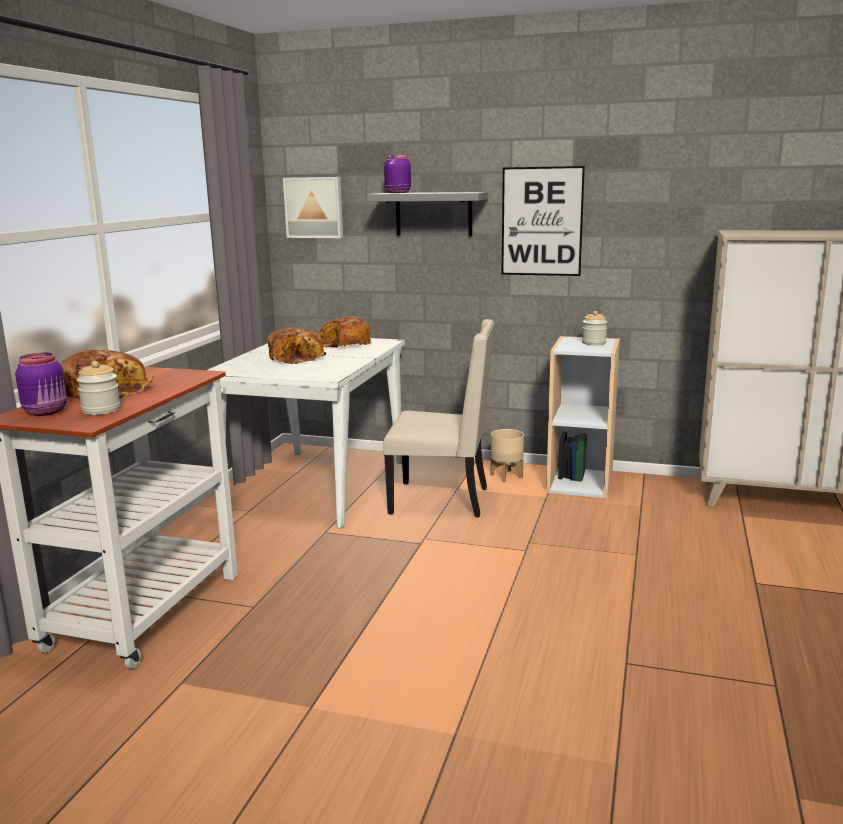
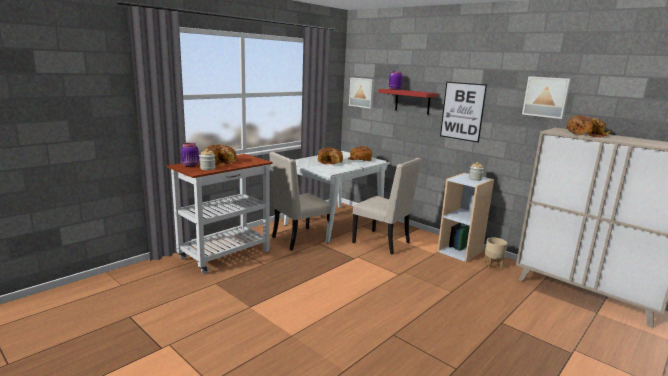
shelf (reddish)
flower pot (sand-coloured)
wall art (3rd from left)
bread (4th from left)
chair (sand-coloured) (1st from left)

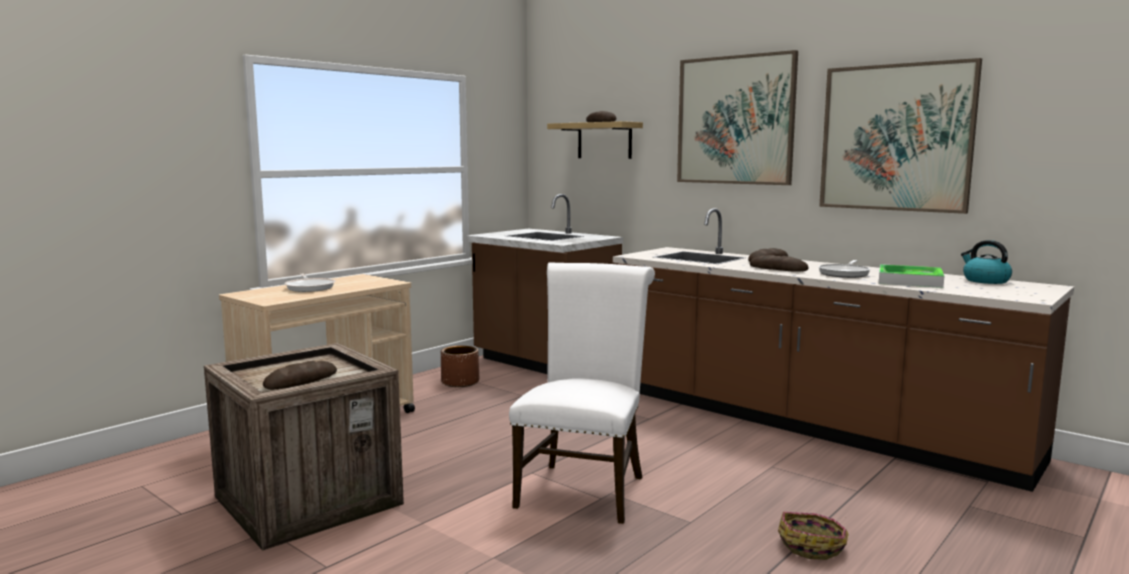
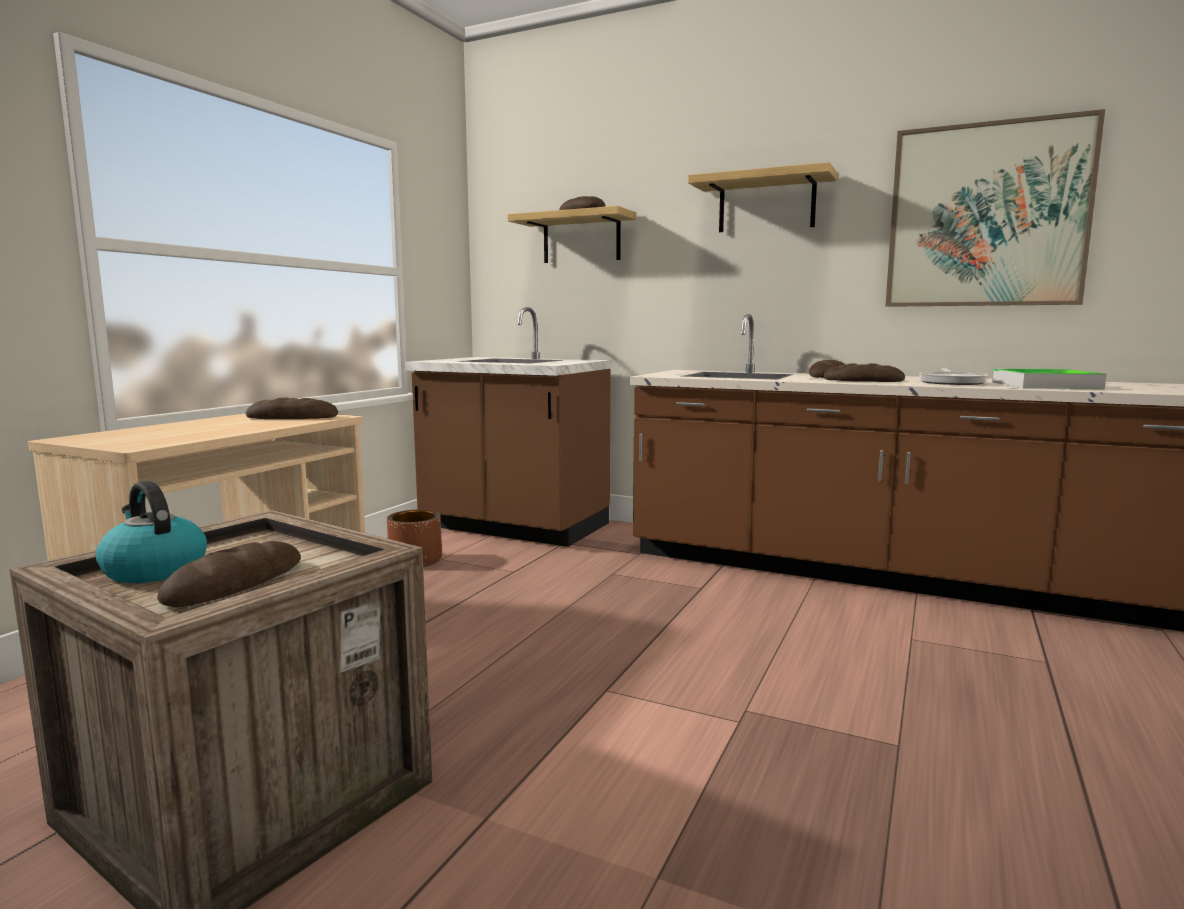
shelf (2nd from left)
kettle
chair (whitish)
pan (1st from left in the first image)
household basket
bread (2nd from left)

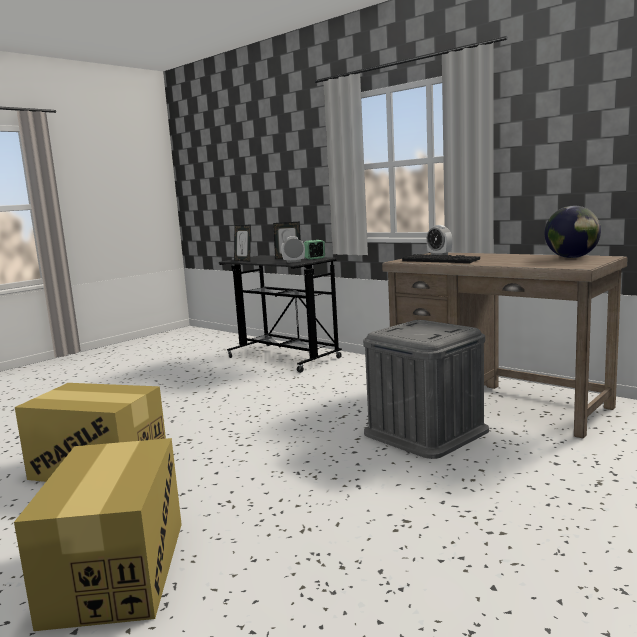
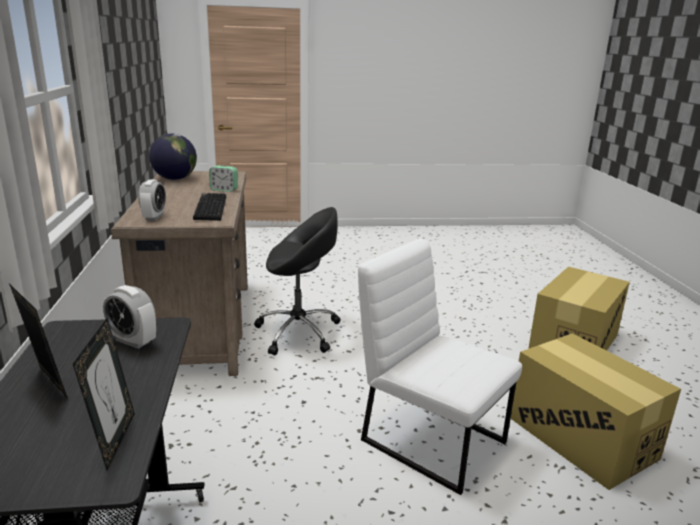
alarm clock (3rd from left)
office chair (blackish)
chair (whitish)

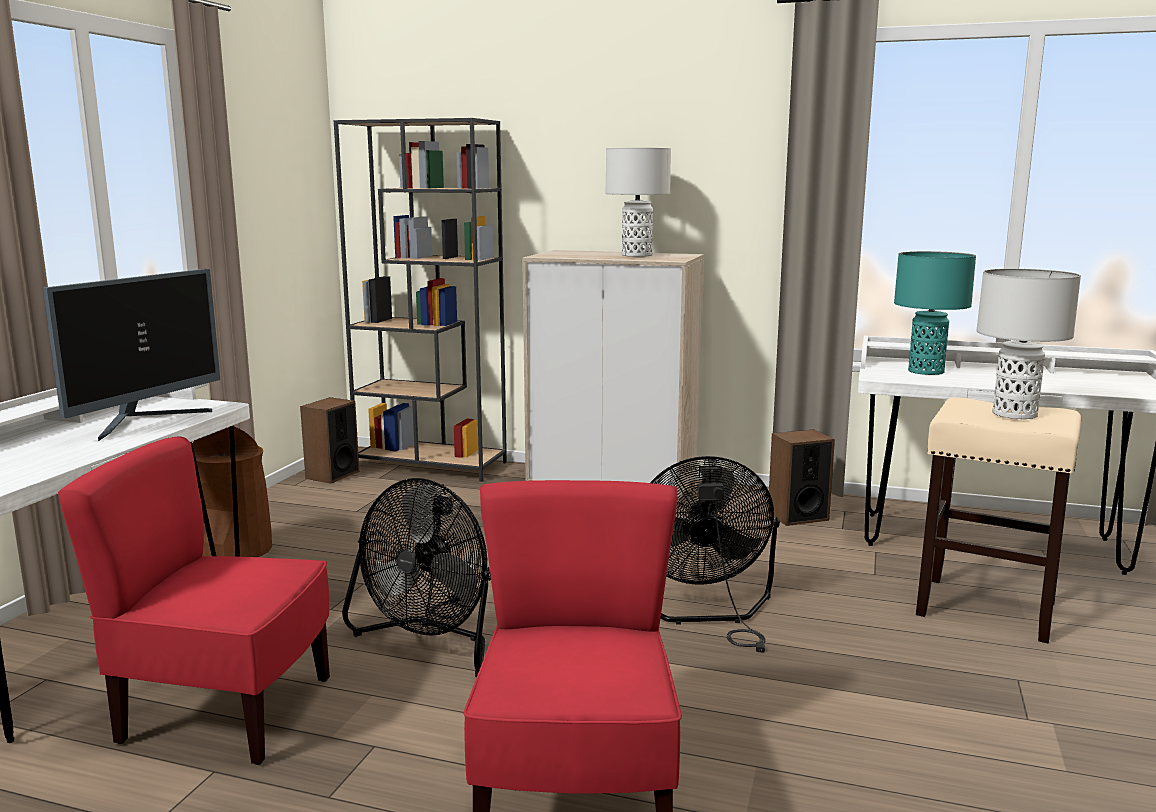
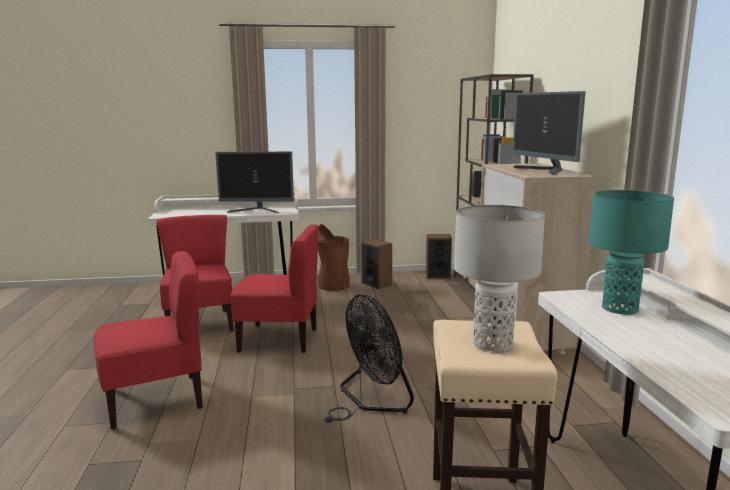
monitor (2nd from left)
audio speaker (1st from left)
chair (reddish) (3rd from left)

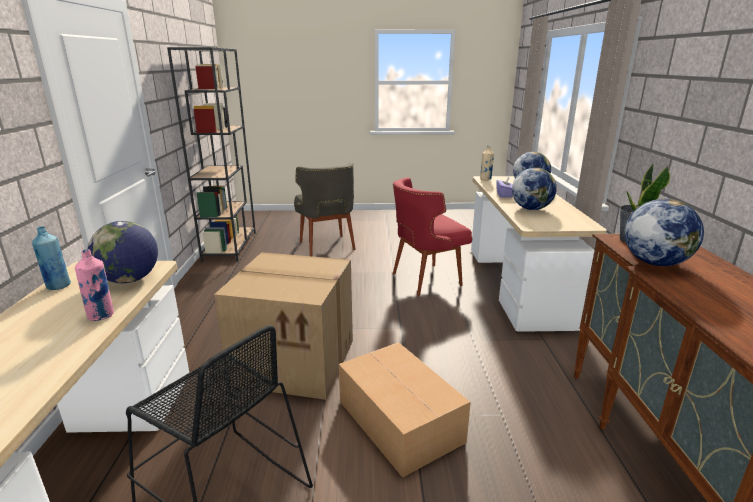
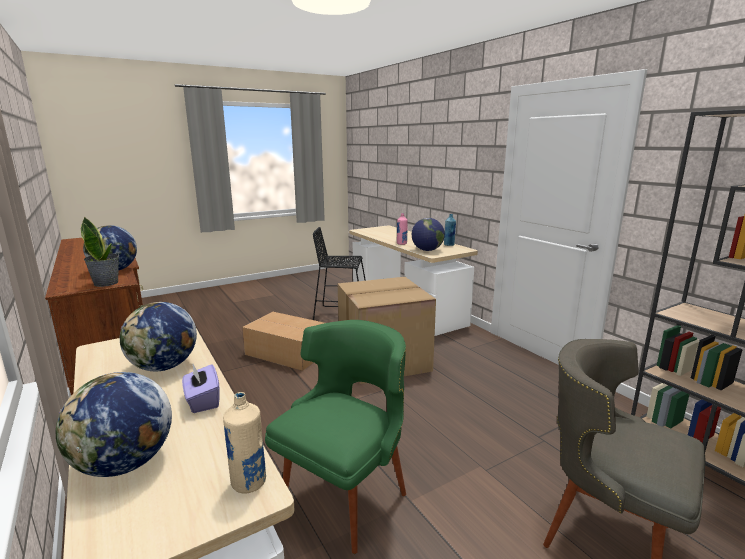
chair (green-coloured)

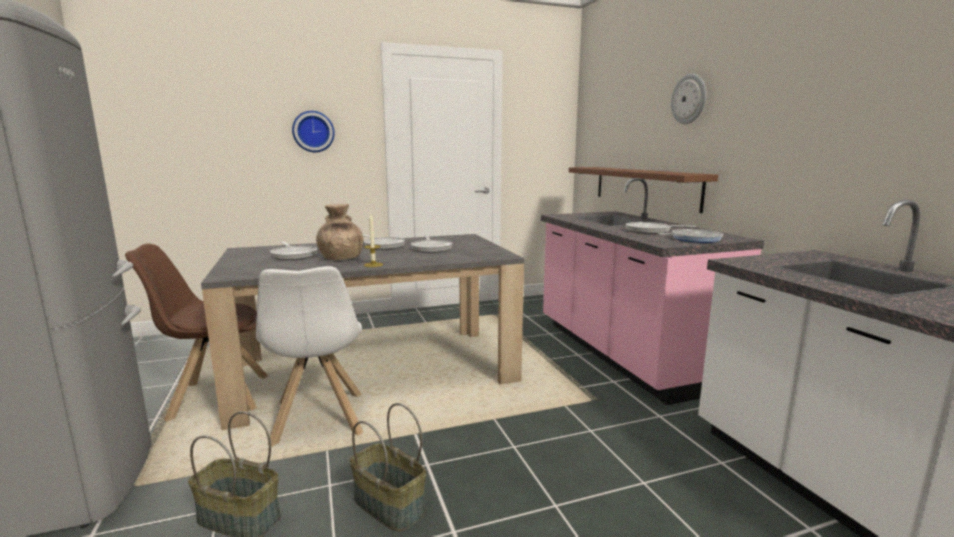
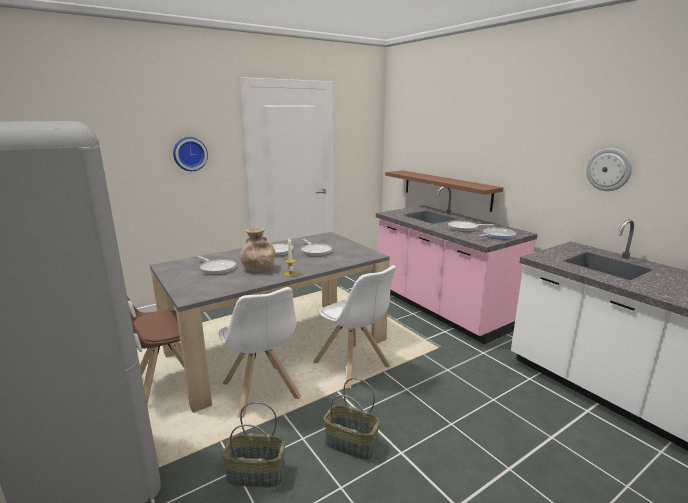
wall clock (2nd from left)
chair (whitish) (2nd from left)

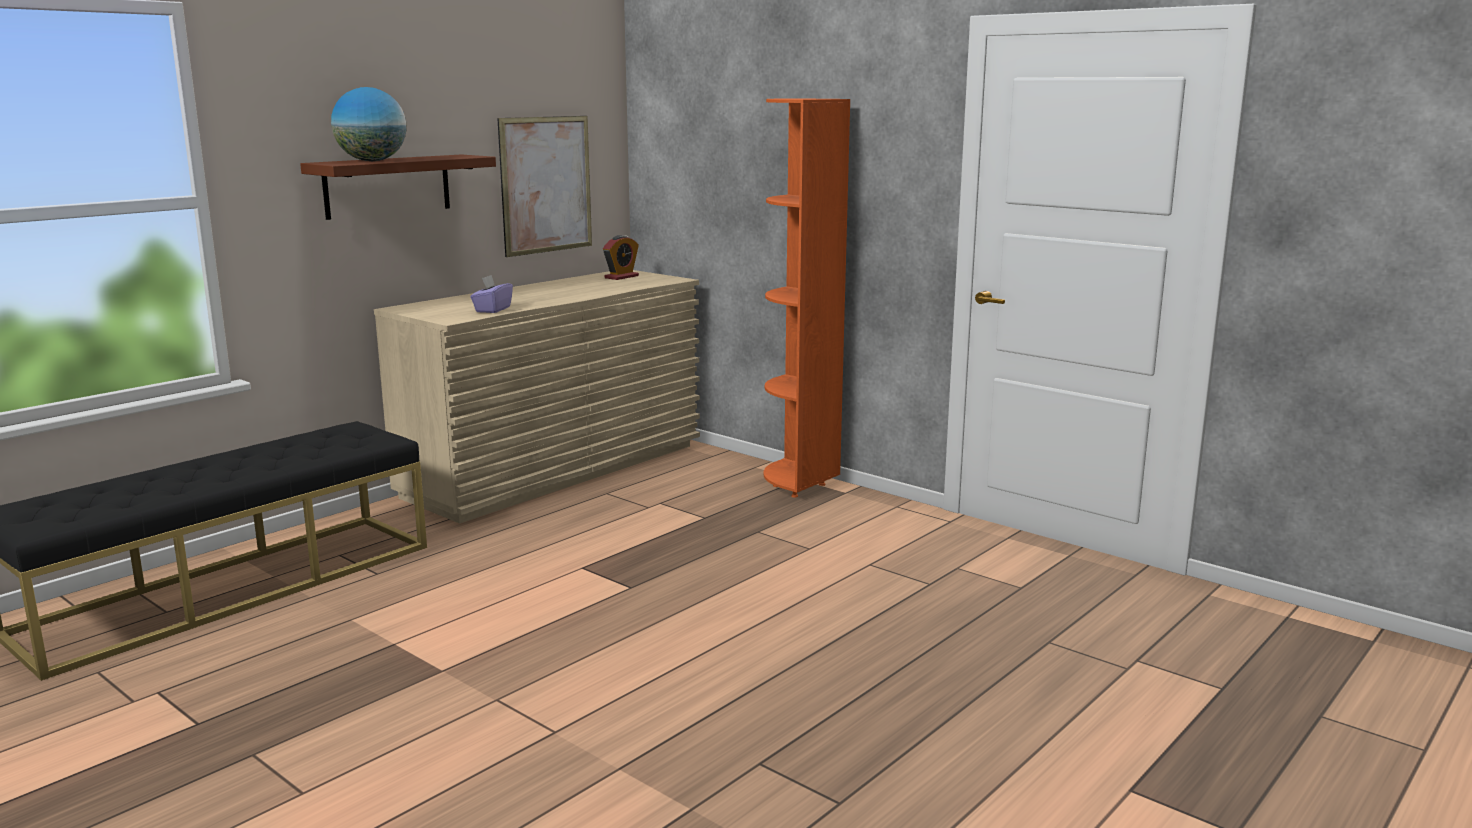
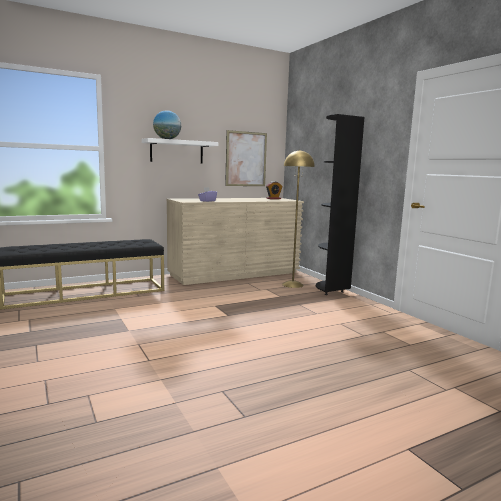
shelving unit (blackish)
shelf (whitish)
floor lamp (yellow)

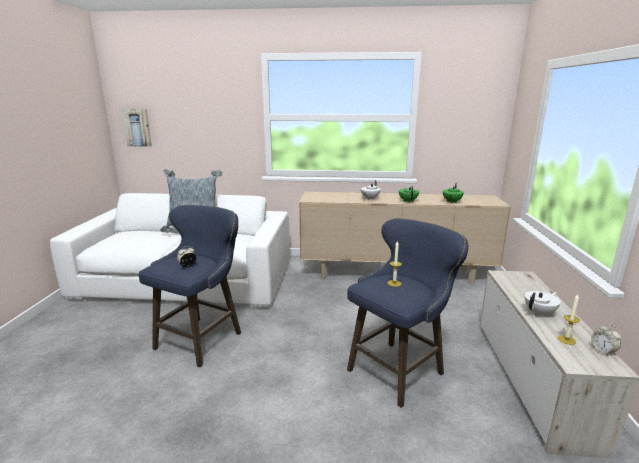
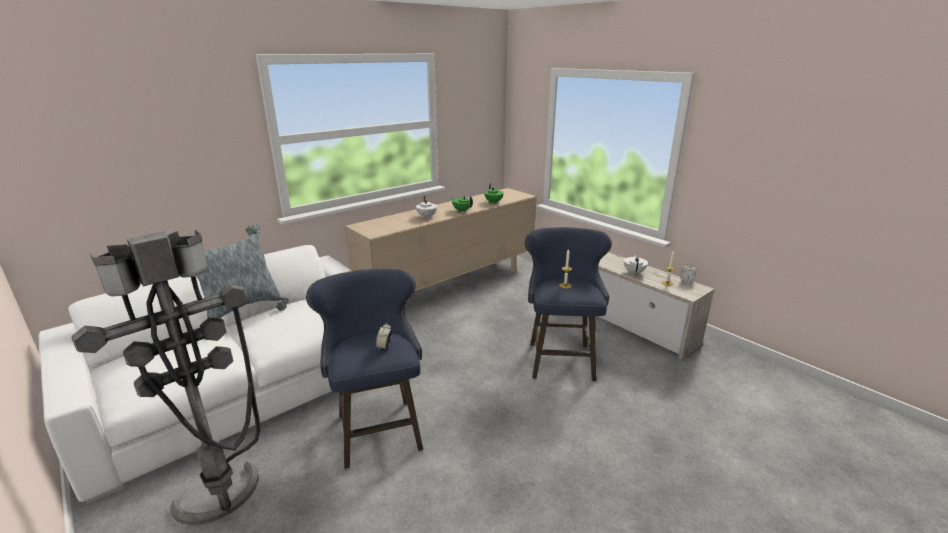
wall art
floor lamp (grey)

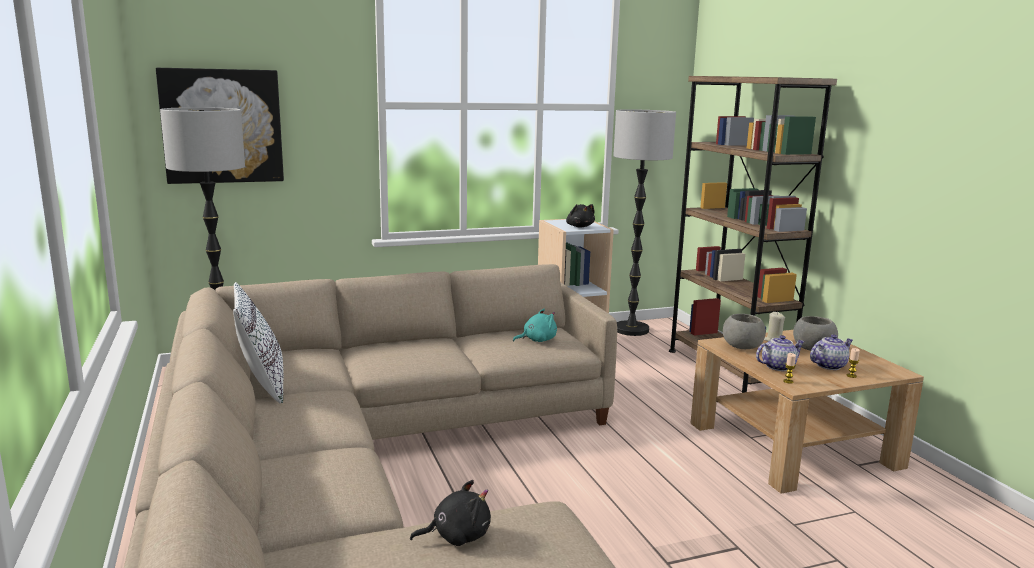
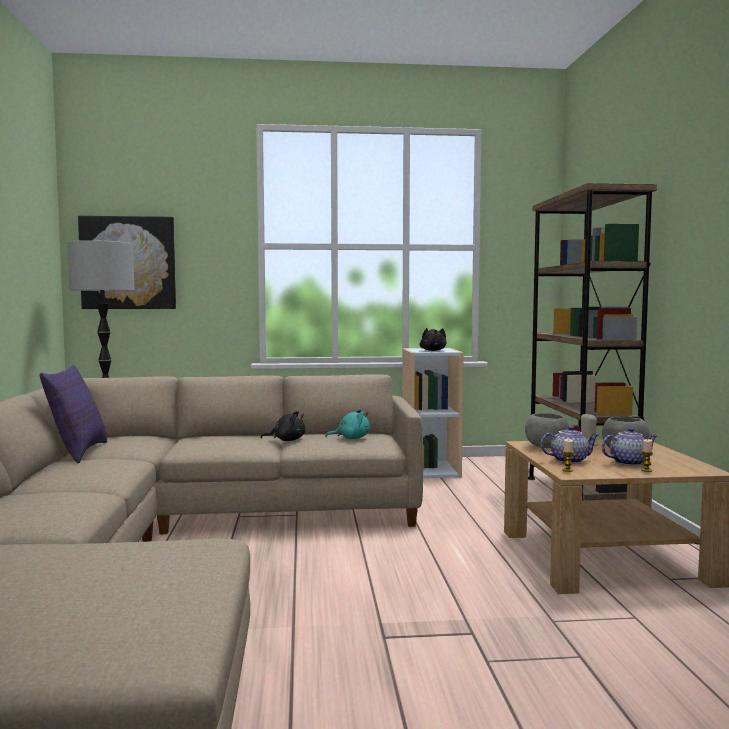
floor lamp (2nd from left in the first image)
cushion (purple)
cuddly toy (blackish) (1st from left)

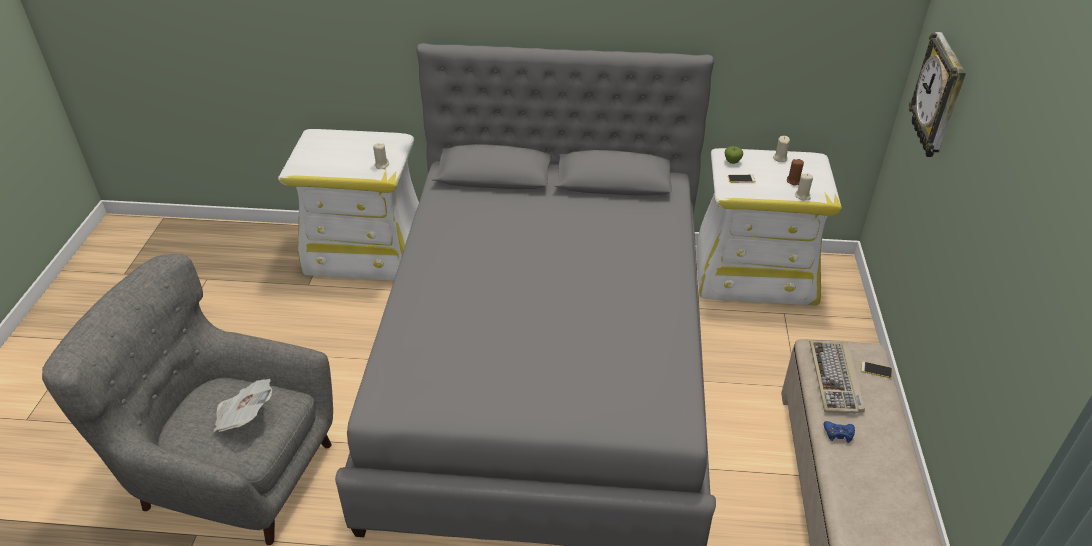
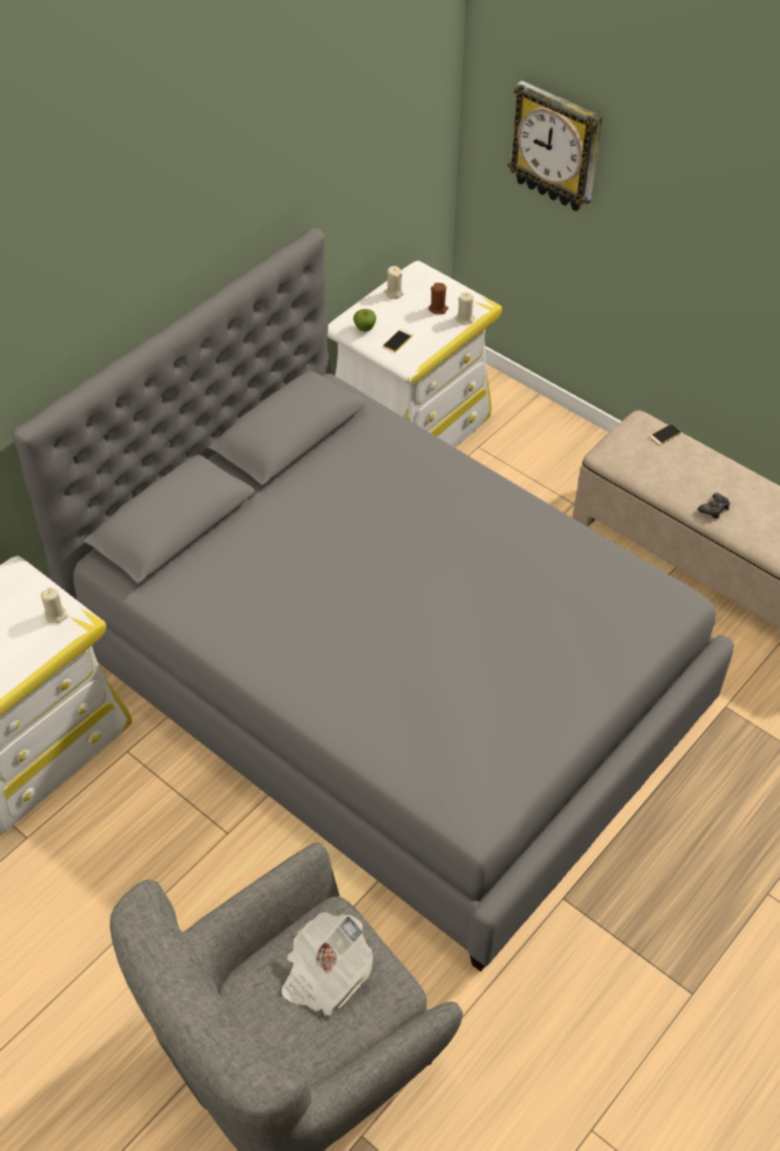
PC keyboard
gamepad (blackish)

